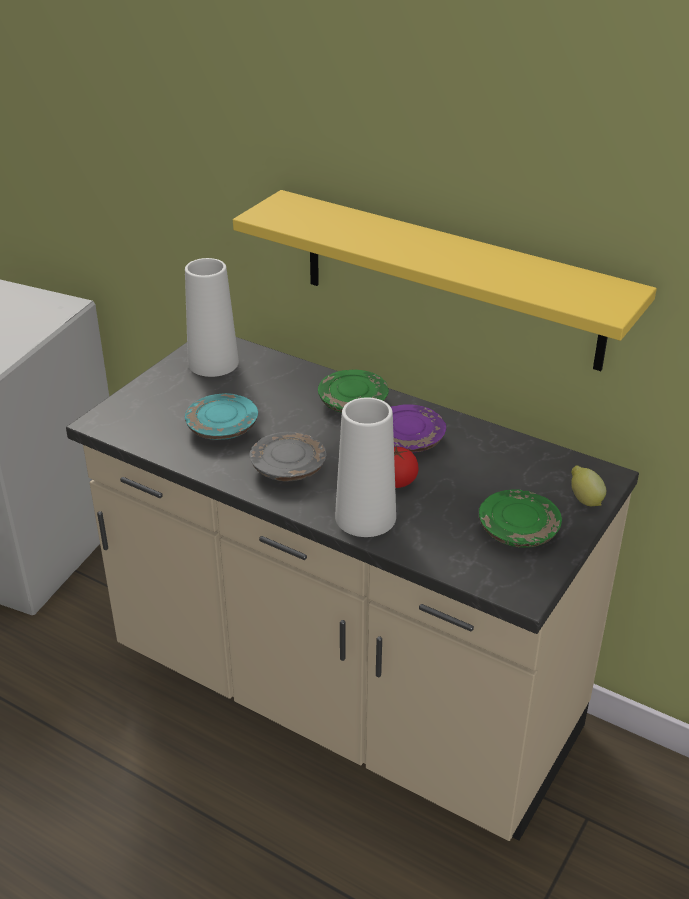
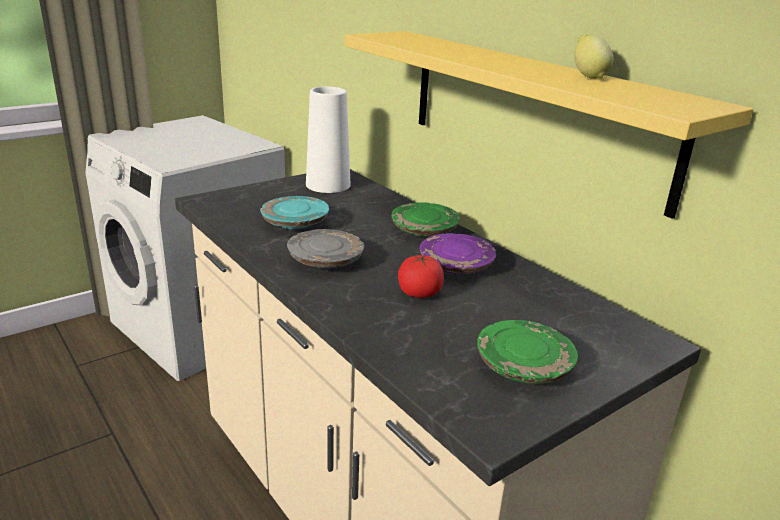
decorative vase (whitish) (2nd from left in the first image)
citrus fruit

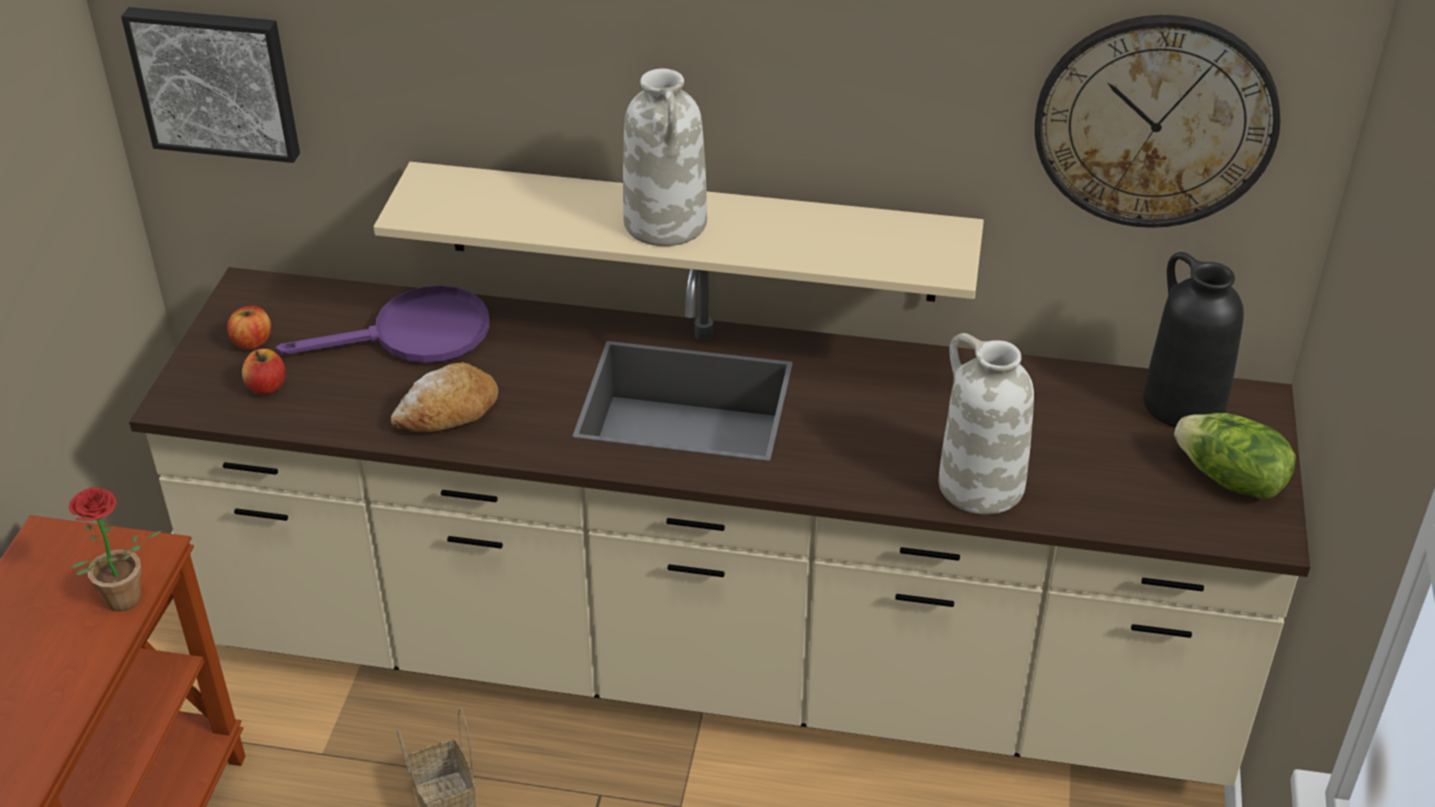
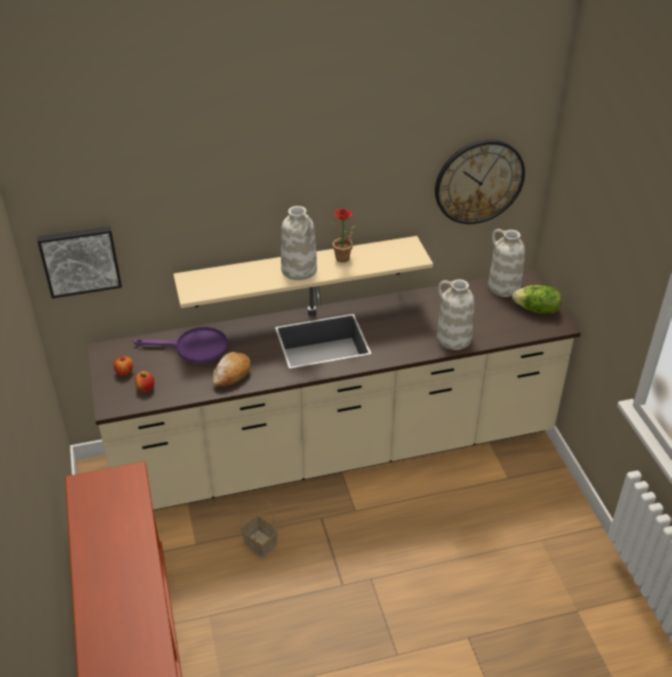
decorative vase (whitish) (3rd from left)
pan (purple)
plant in a pot

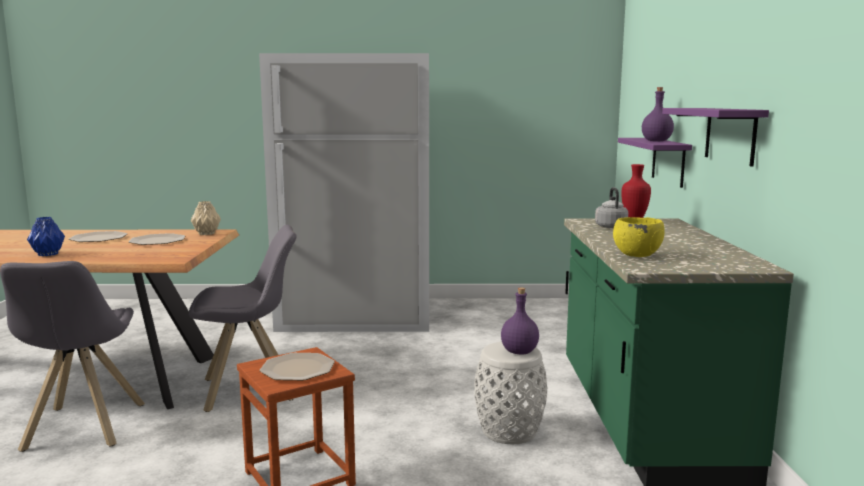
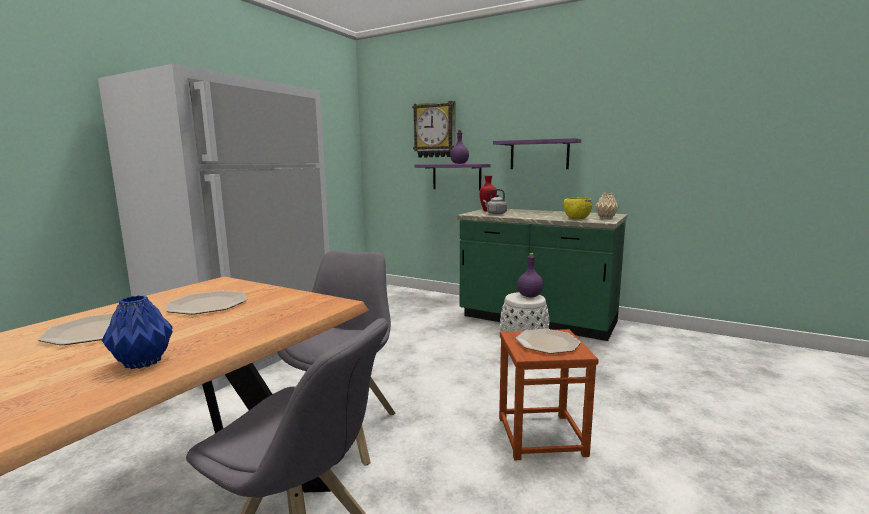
decorative vase (sand-coloured)
wall clock

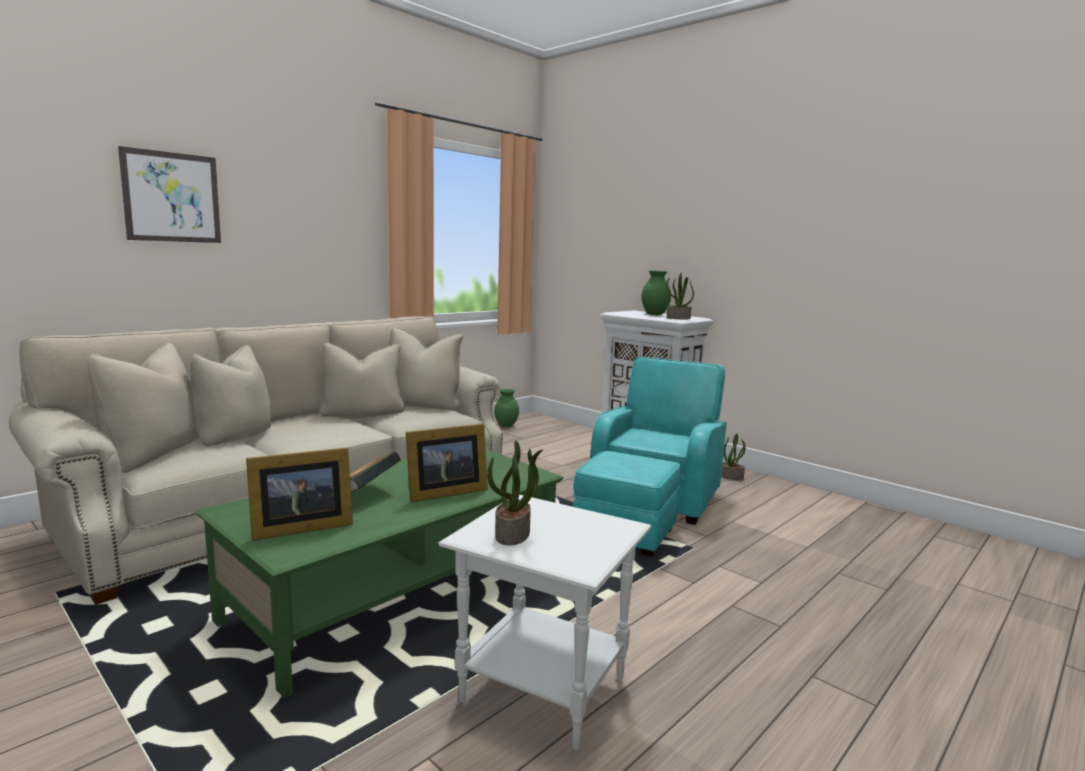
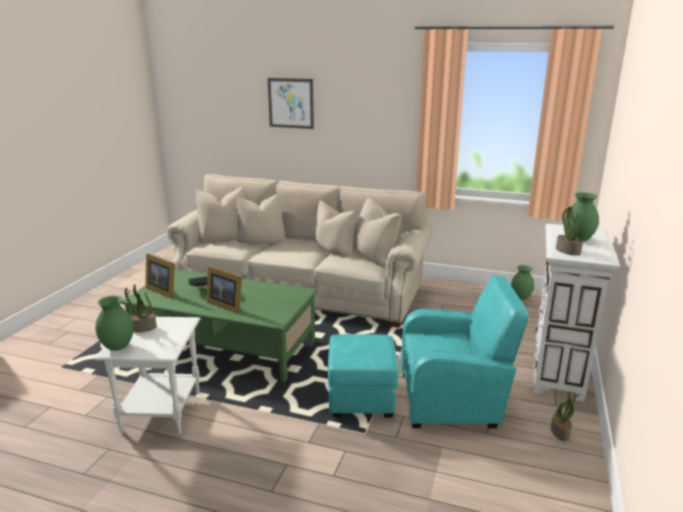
decorative vase (green-coloured) (1st from left)

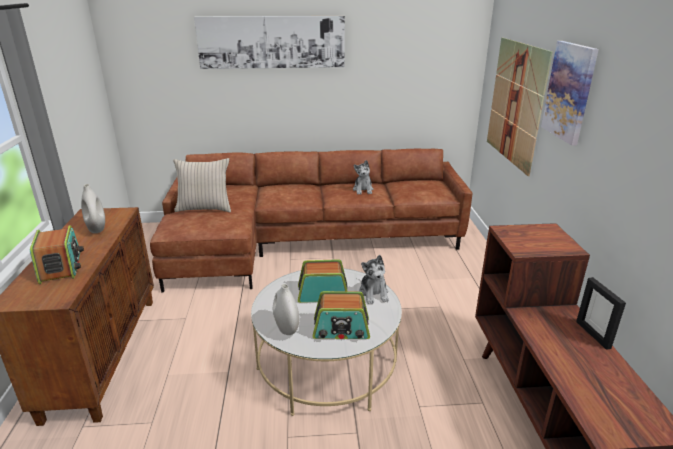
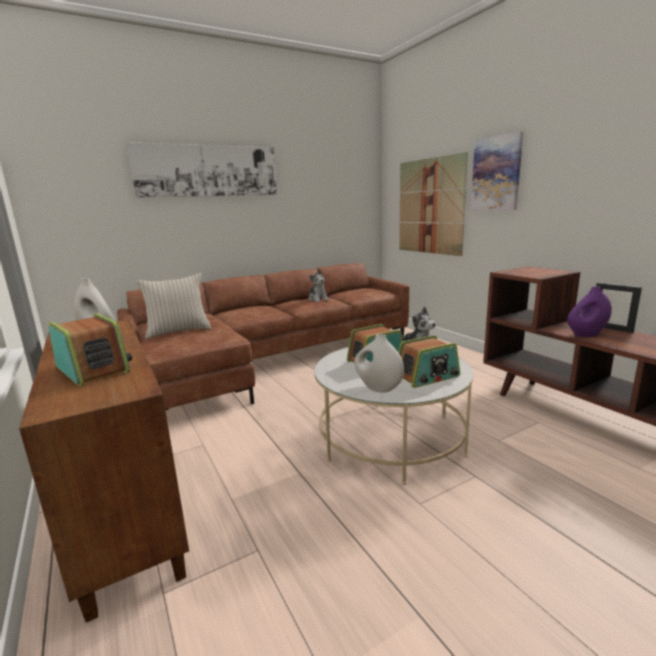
decorative vase (purple)

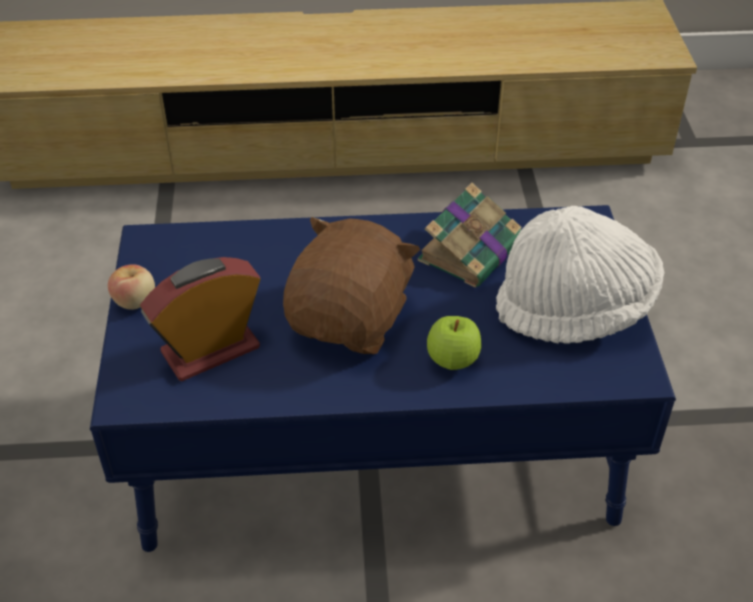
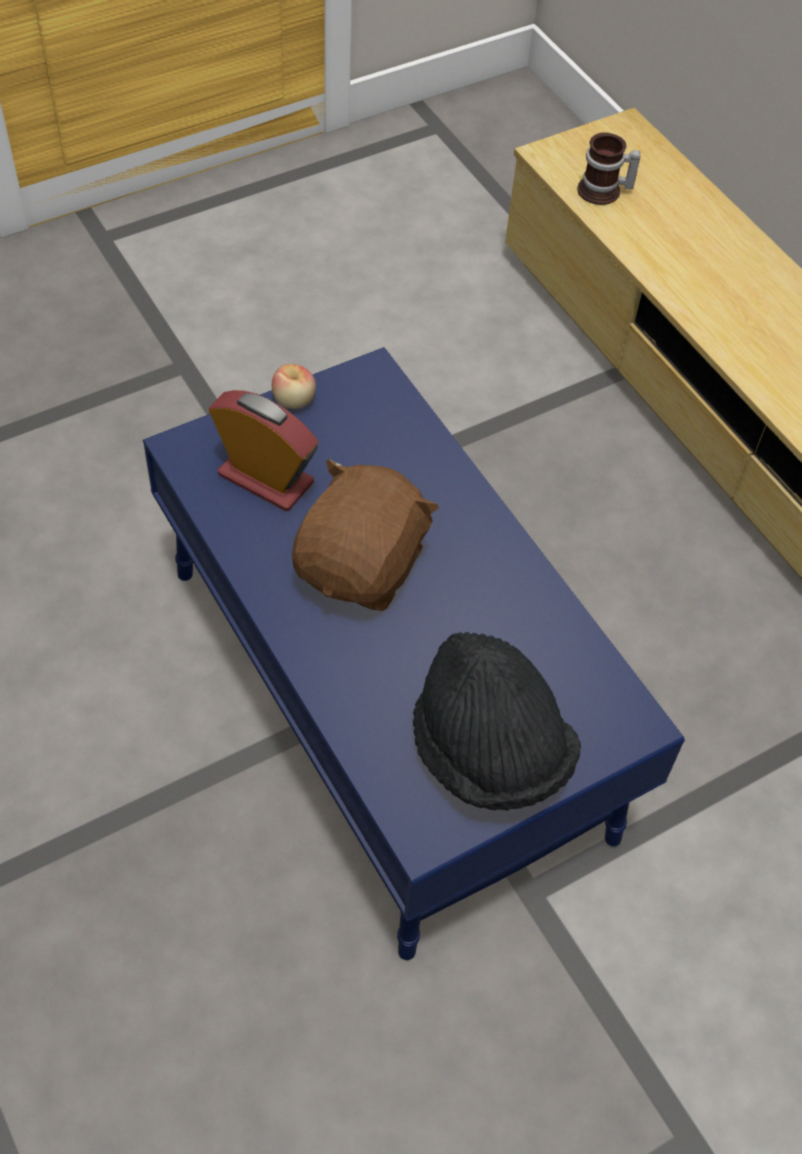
volume
hat (blackish)
cuddly toy (brownish)
whole apple (2nd from left in the first image)
mug

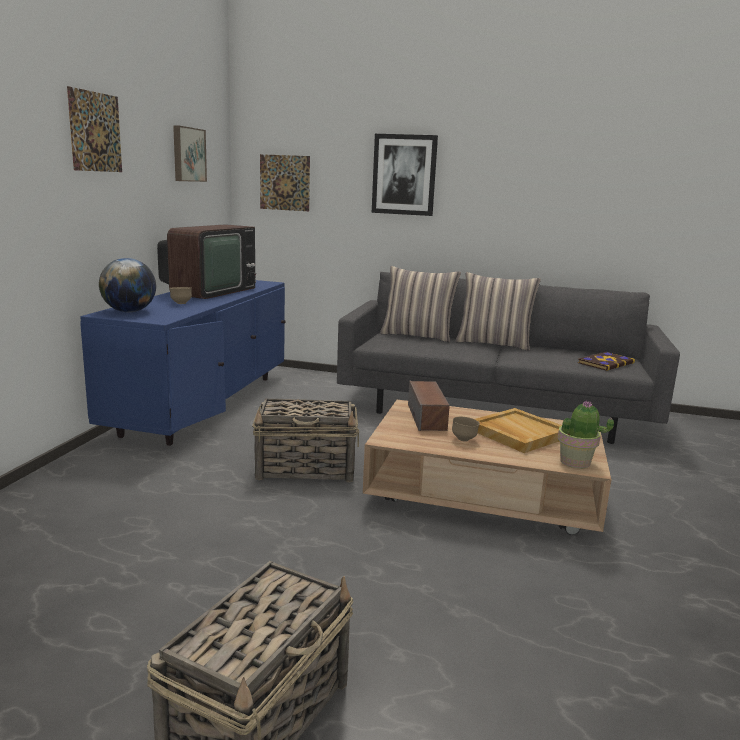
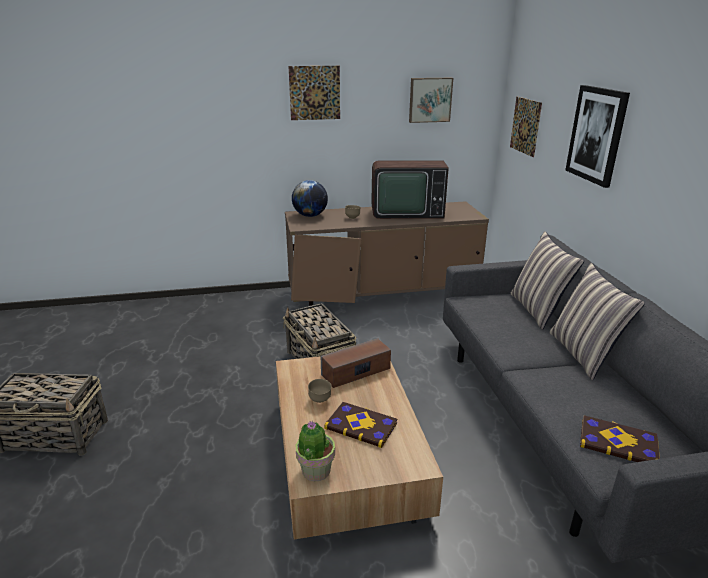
tv stand (brownish)
volume (1st from left)

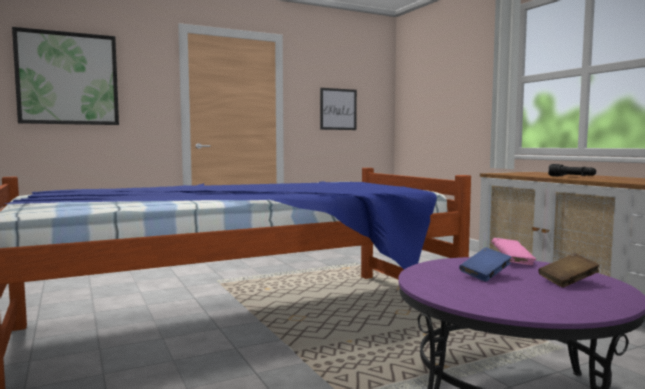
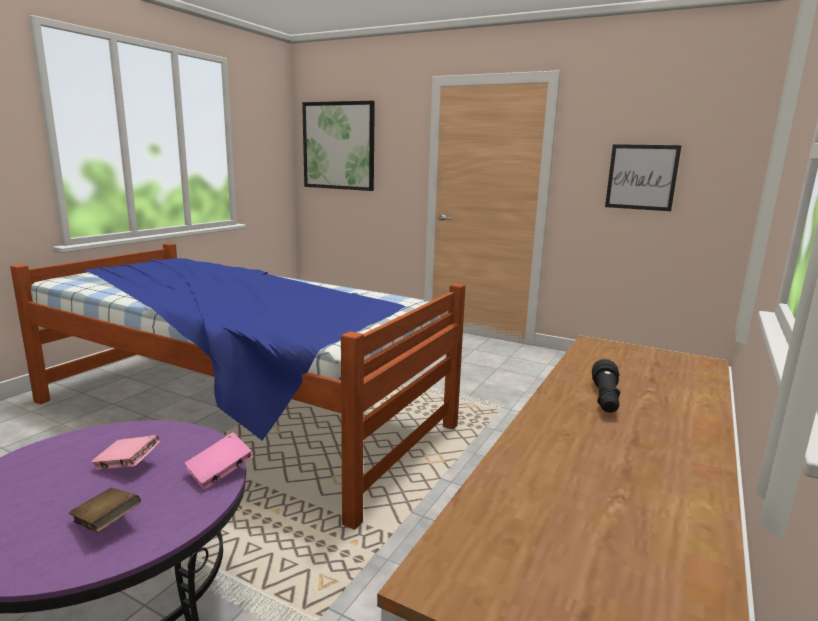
volume (pink-coloured) (1st from left)

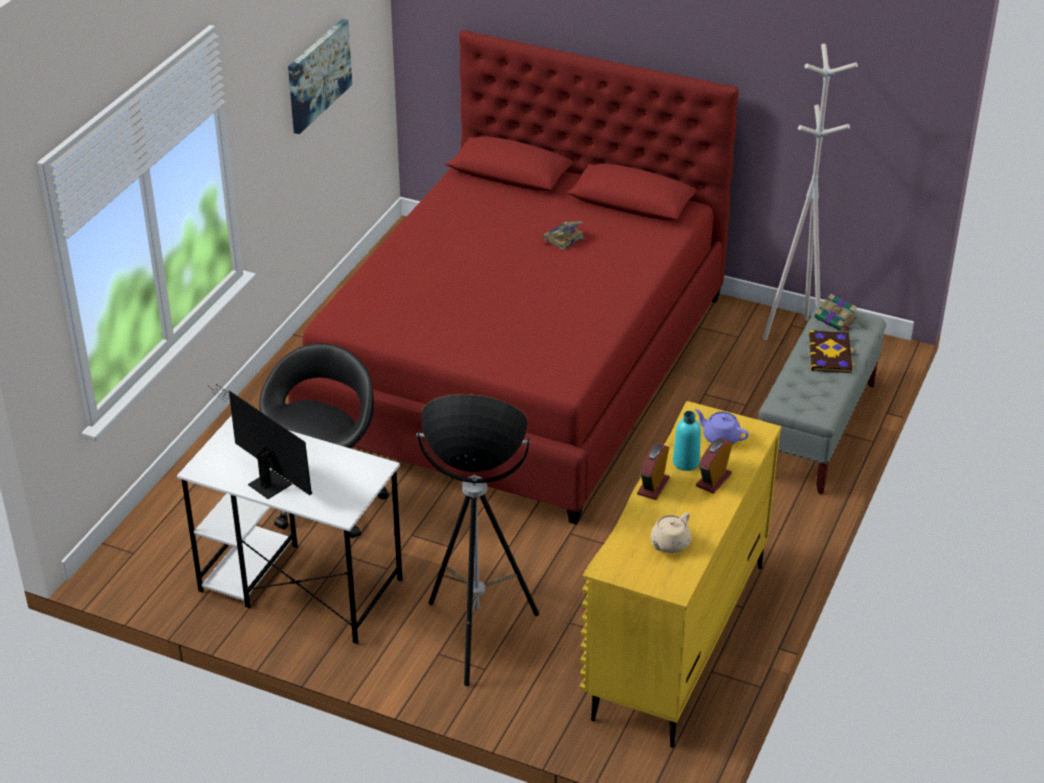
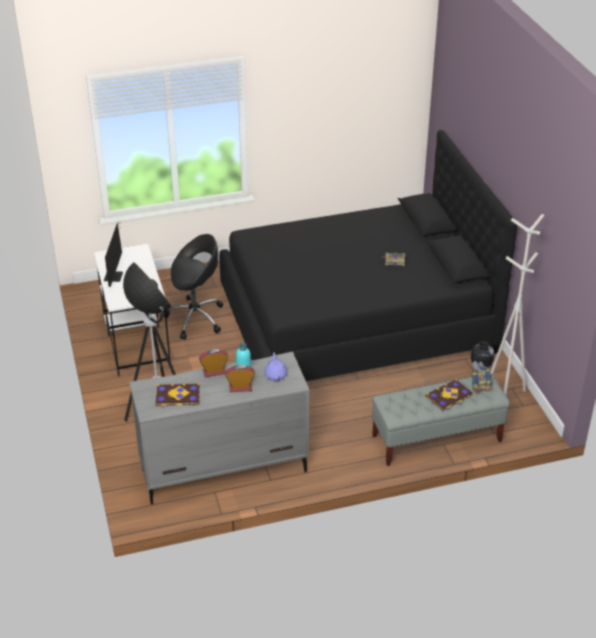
wall art
sleeping bed (blackish)
chest of drawers (grey)
volume (1st from left)
decorative vase

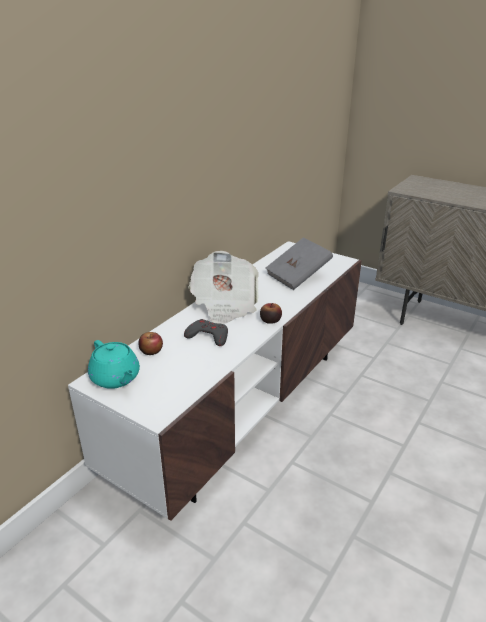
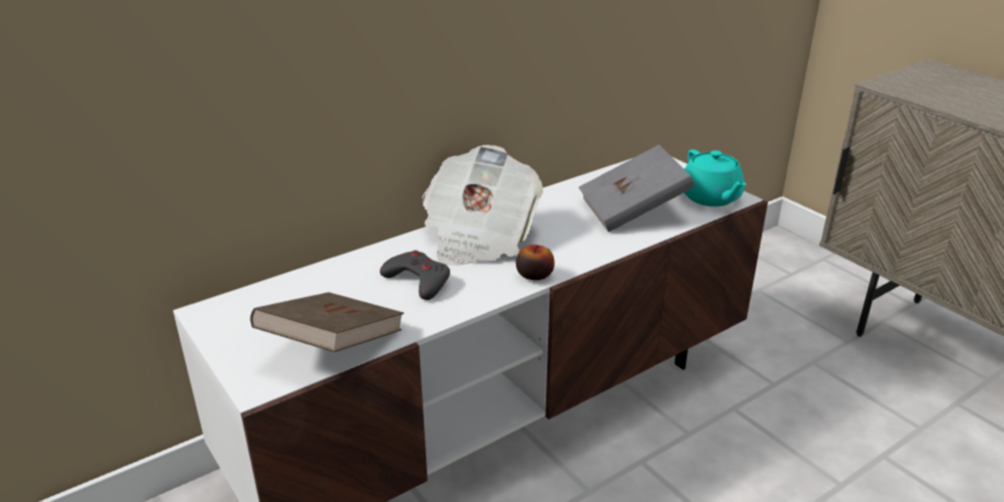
whole apple (1st from left in the first image)
pot for tea (turquoise)
volume (brownish)

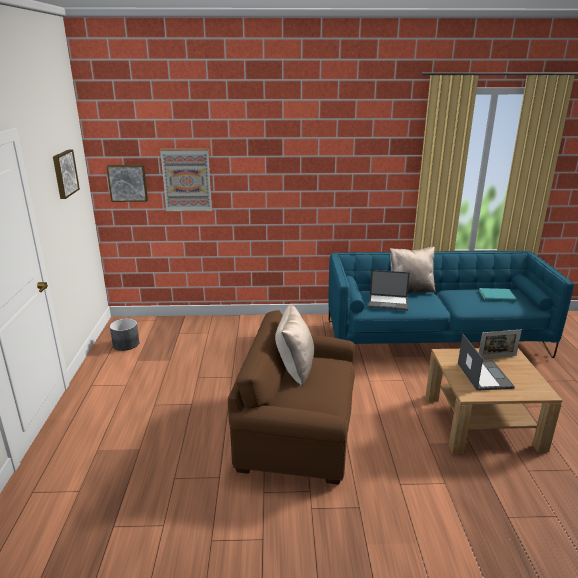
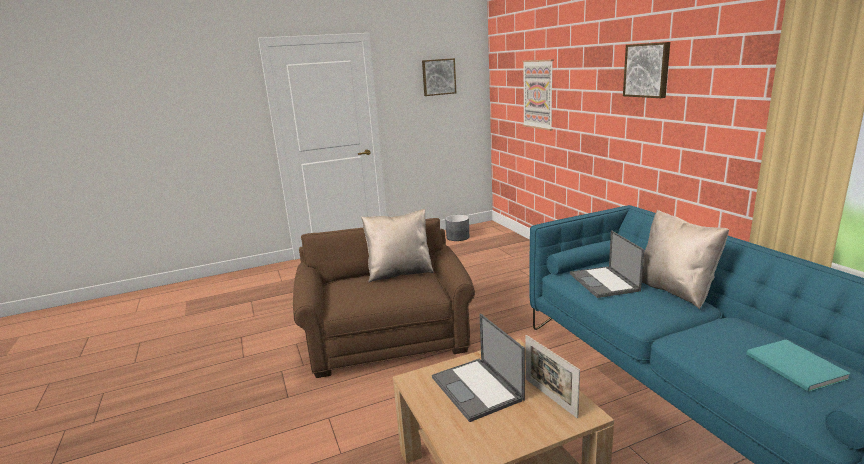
wall art (3rd from left)
laptop (1st from left)

